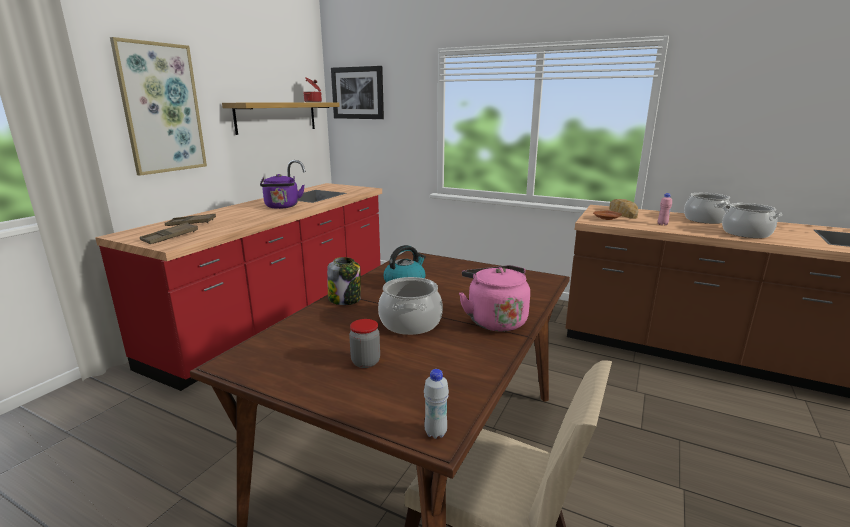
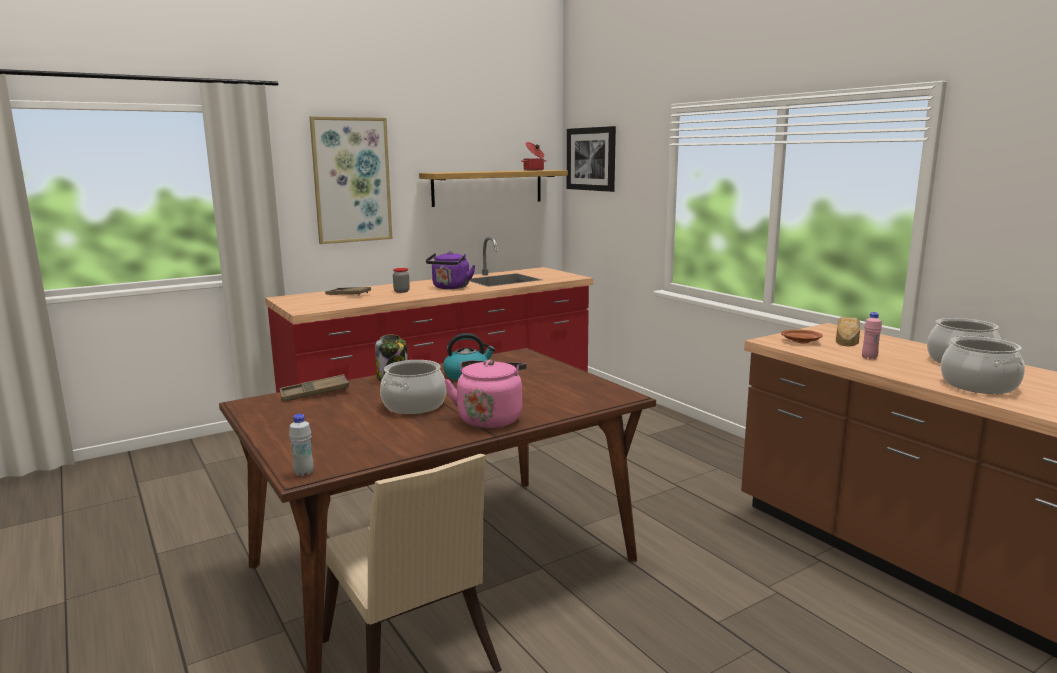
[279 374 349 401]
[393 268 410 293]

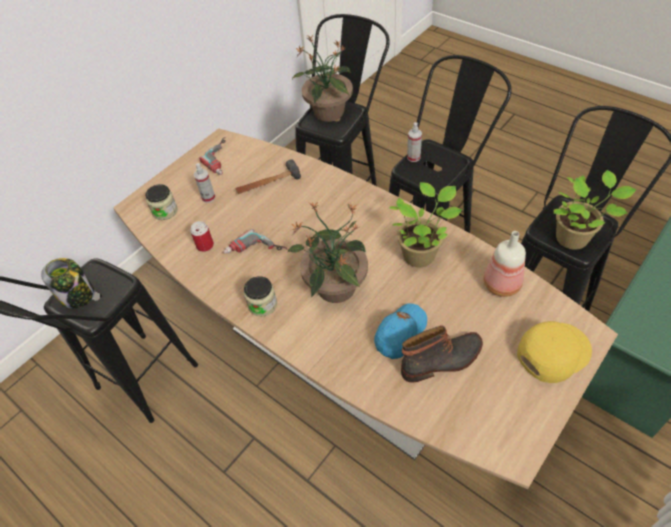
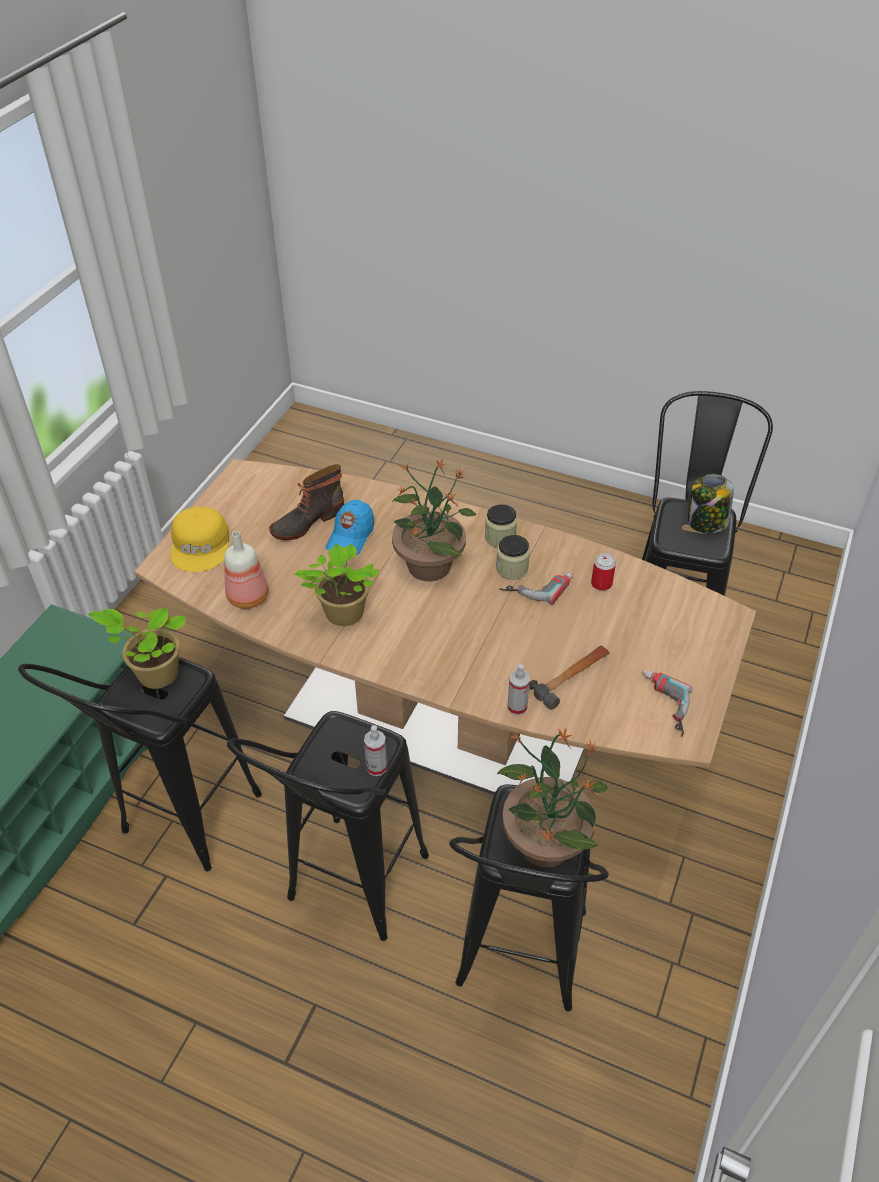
[171 507 229 572]
[496 535 530 580]
[508 664 530 716]

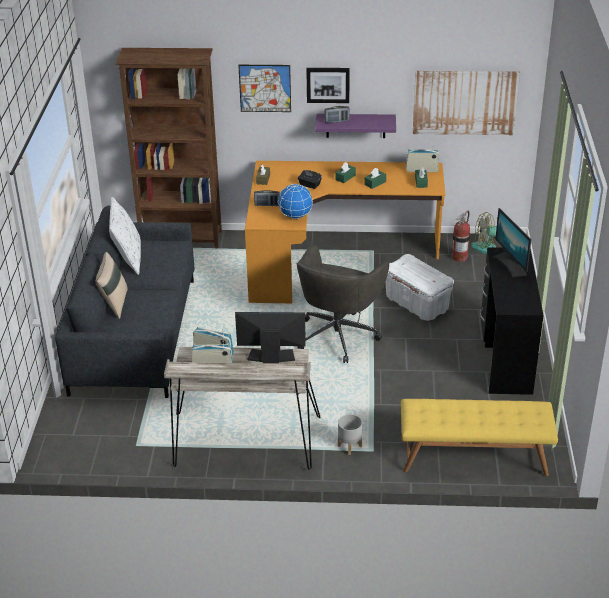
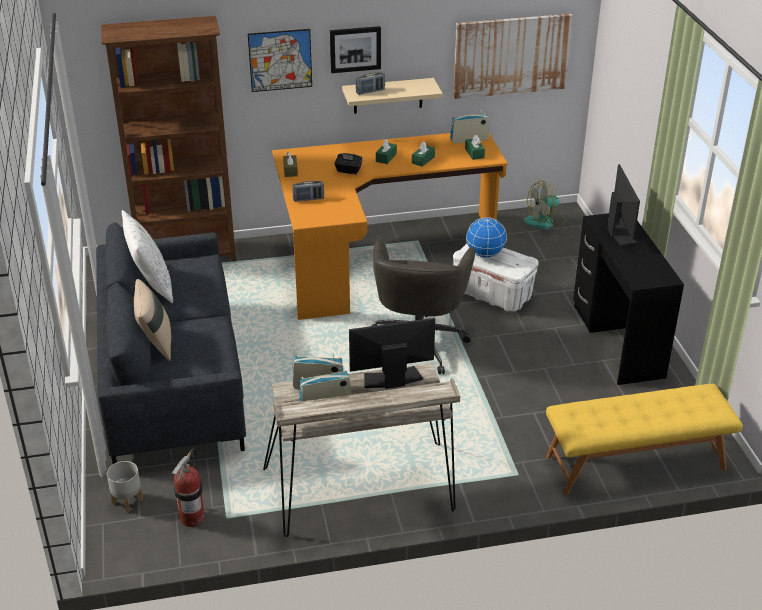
[107 461 143 512]
[172 448 205 527]
[342 78 443 114]
[466 217 507 258]
[608 164 640 247]

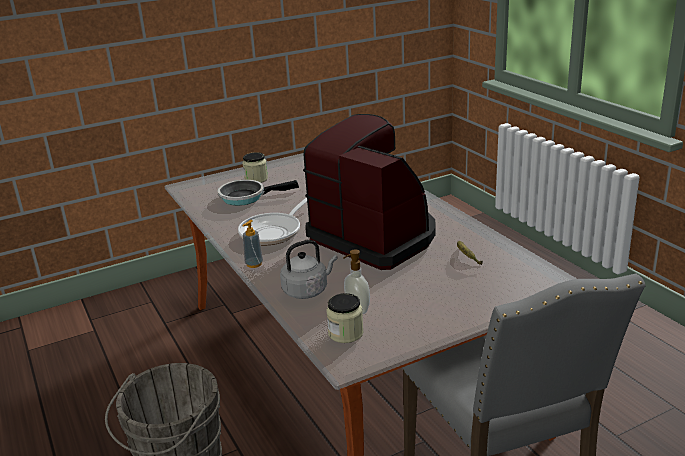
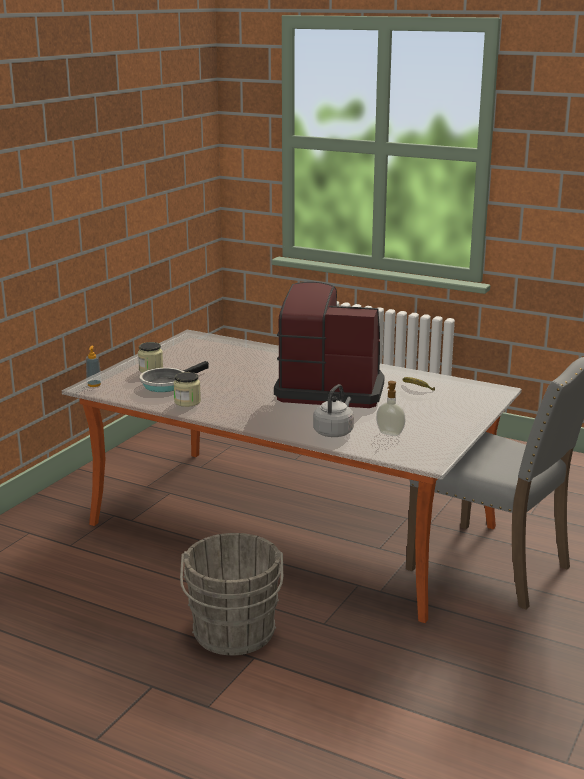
[86 346 102 387]
[173 372 201 407]
[238 198 307 245] (first image)

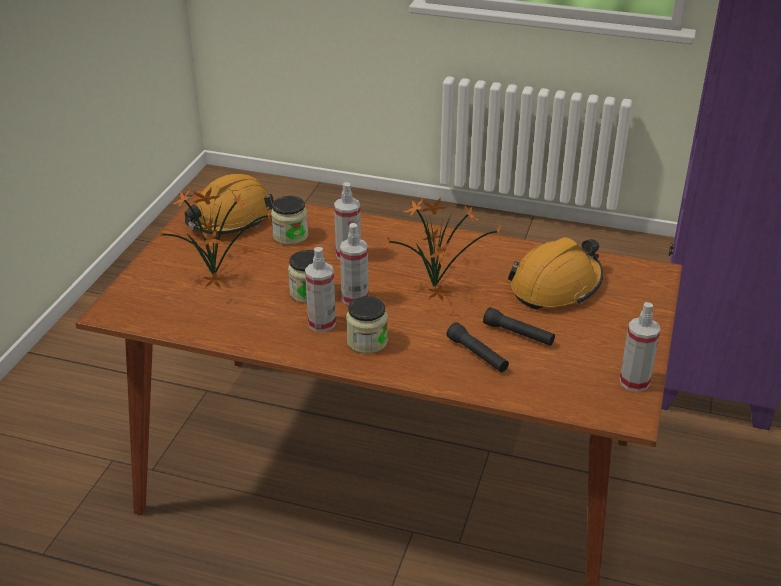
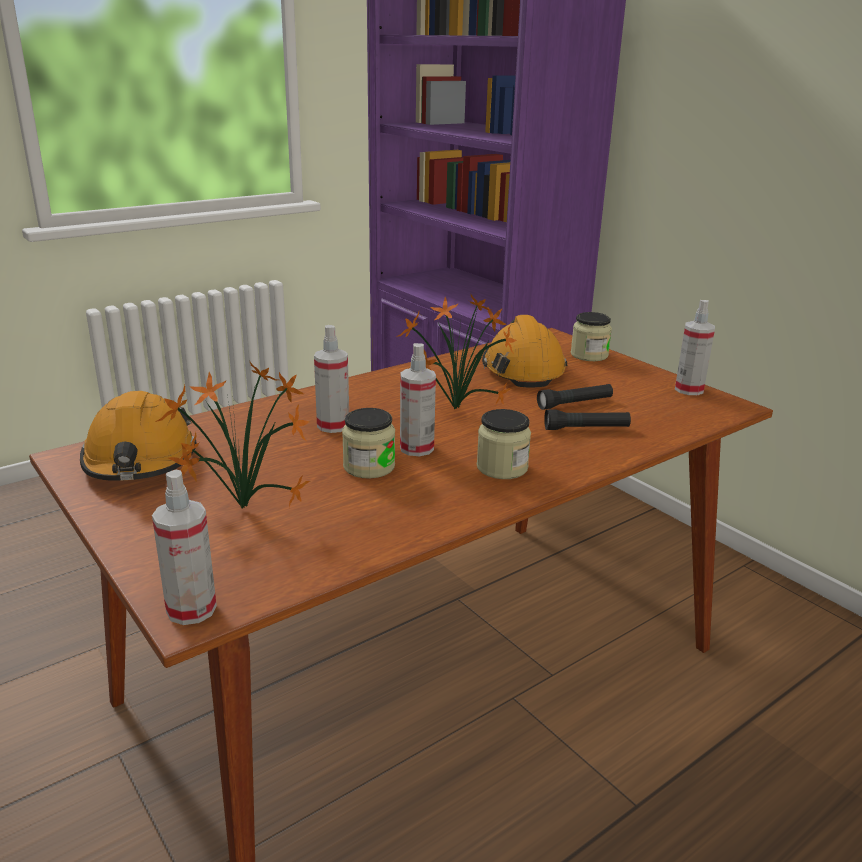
[152 469 217 625]
[571 312 612 361]

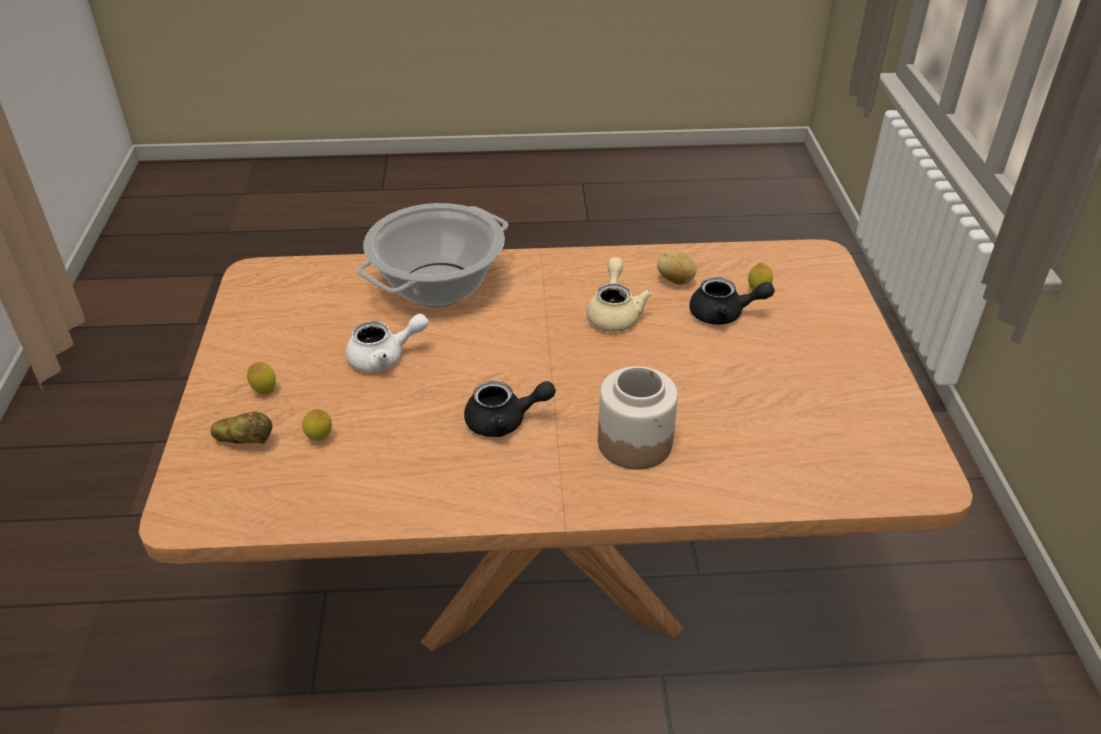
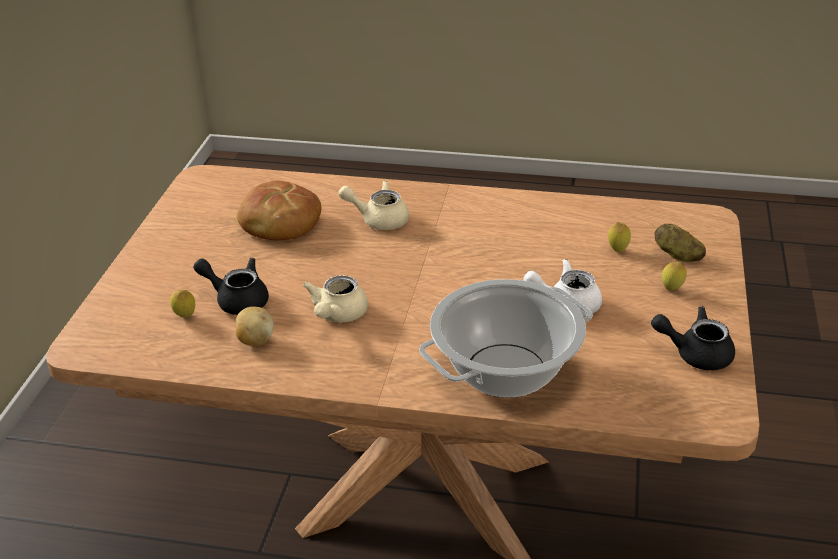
[237 181 322 240]
[338 181 409 230]
[651 306 735 370]

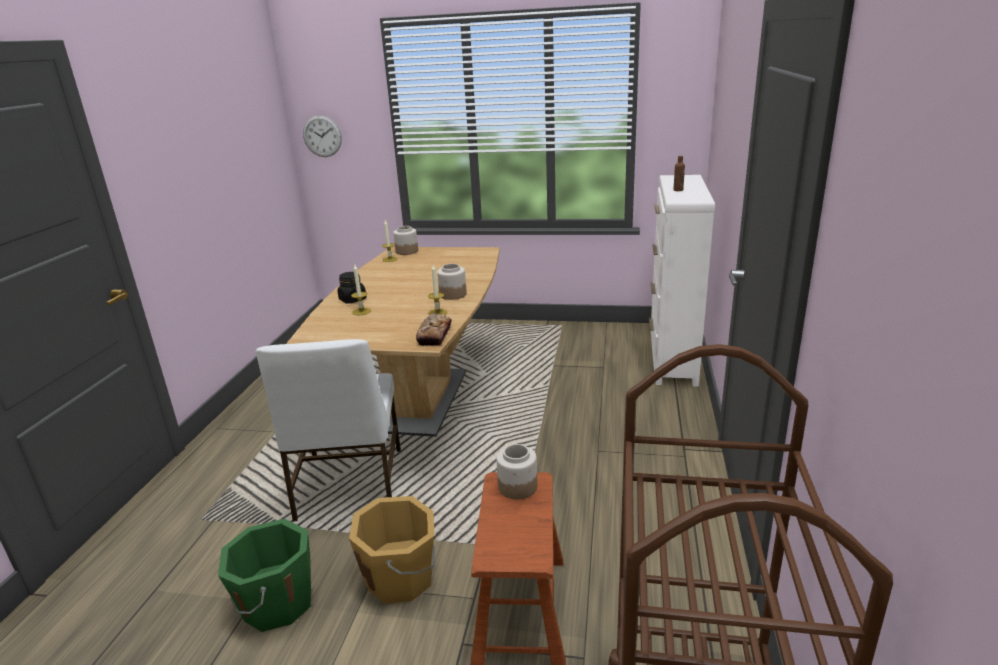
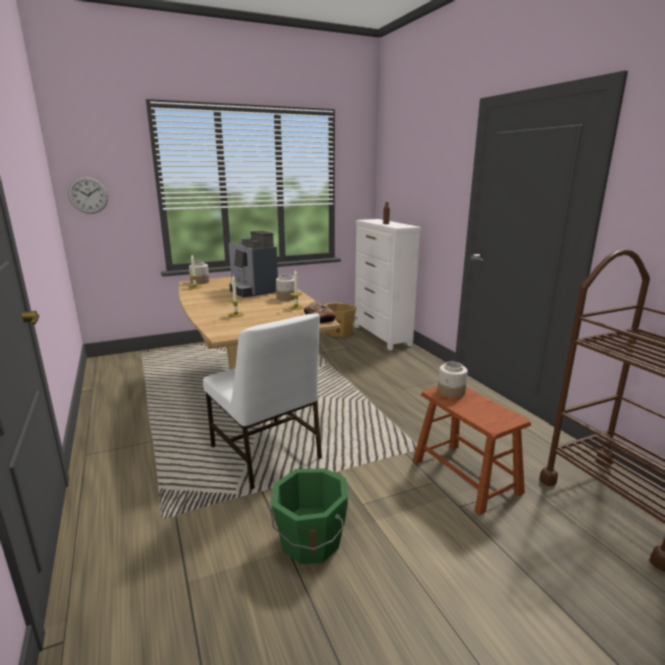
[229 230 278 298]
[326 302 358 337]
[338 272 367 304] (first image)

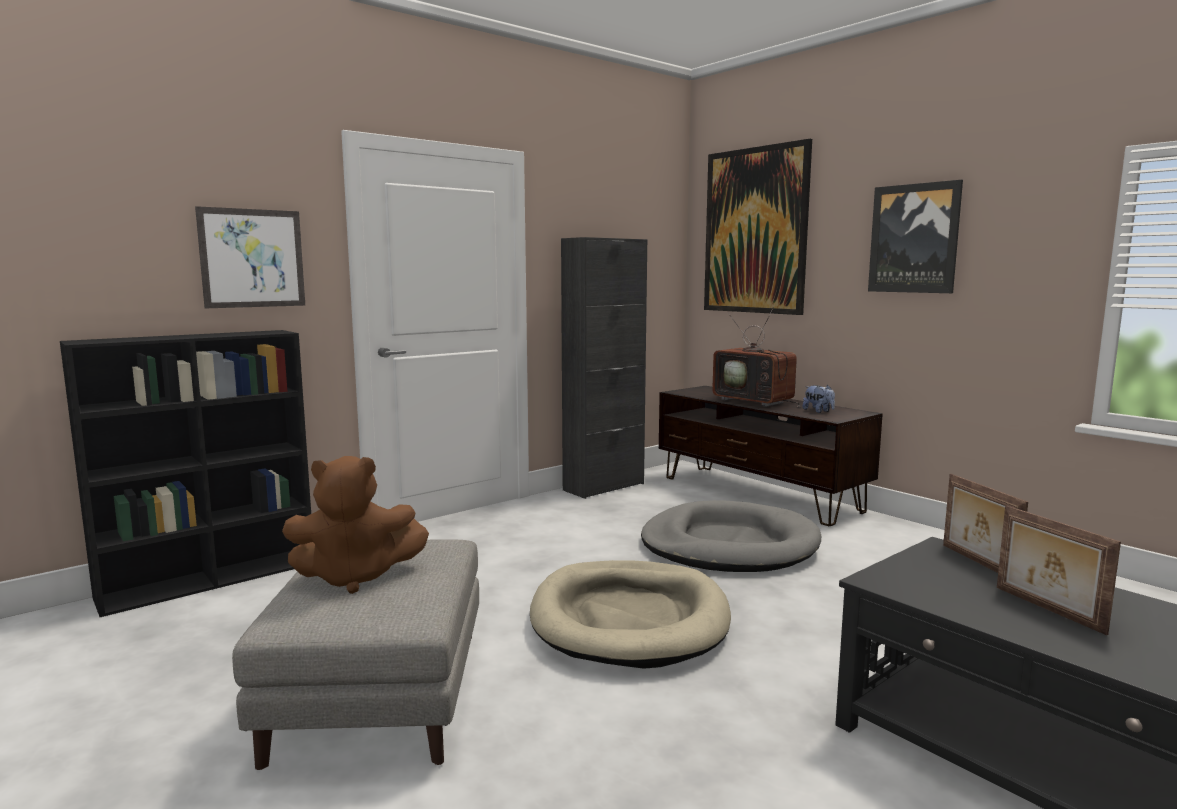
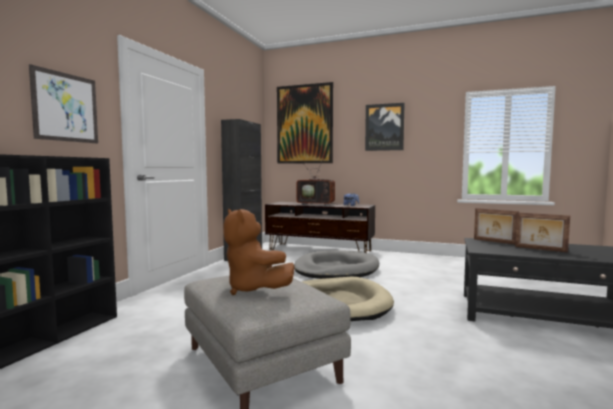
[223 209 295 295]

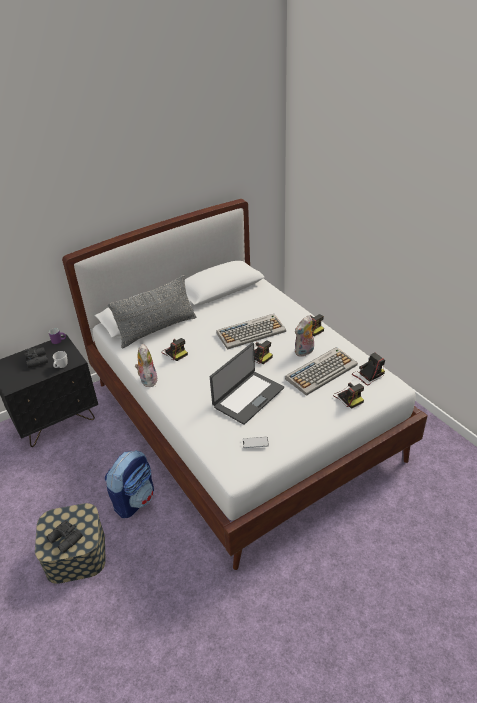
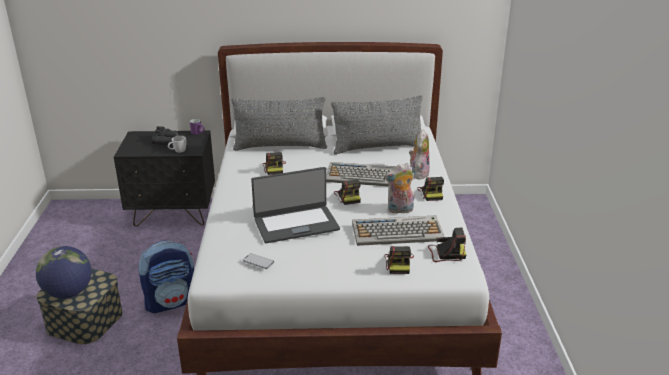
[36 246 92 299]
[331 95 423 154]
[409 130 430 179]

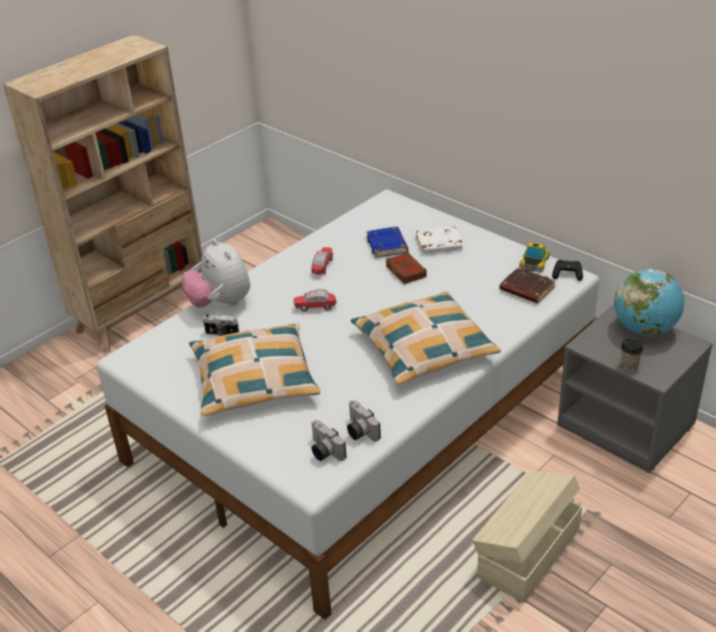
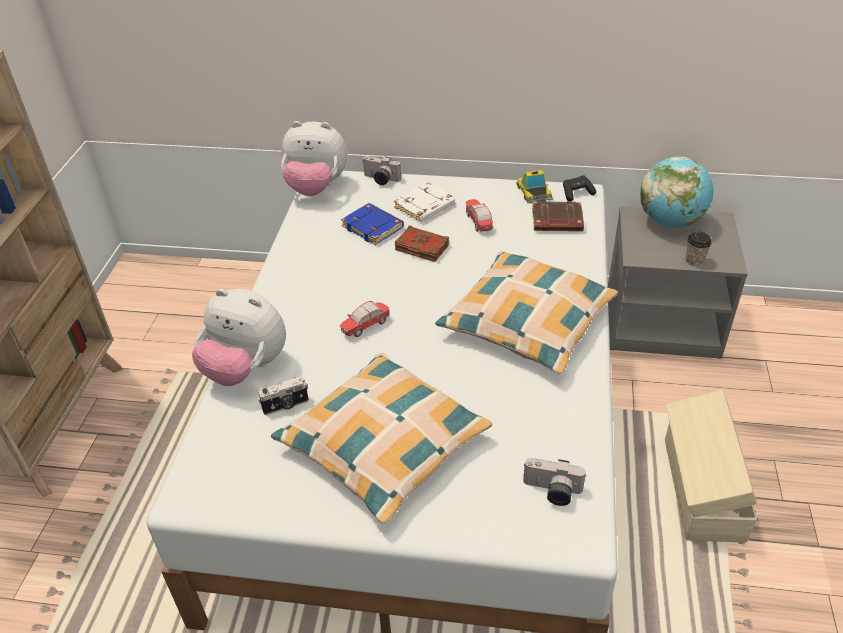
[281 121 347 196]
[362 156 401 185]
[466 199 493 232]

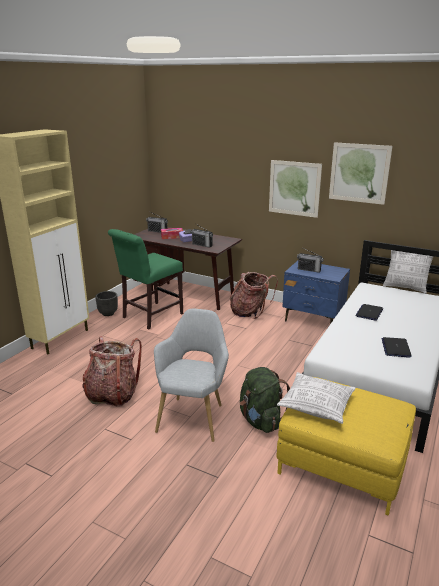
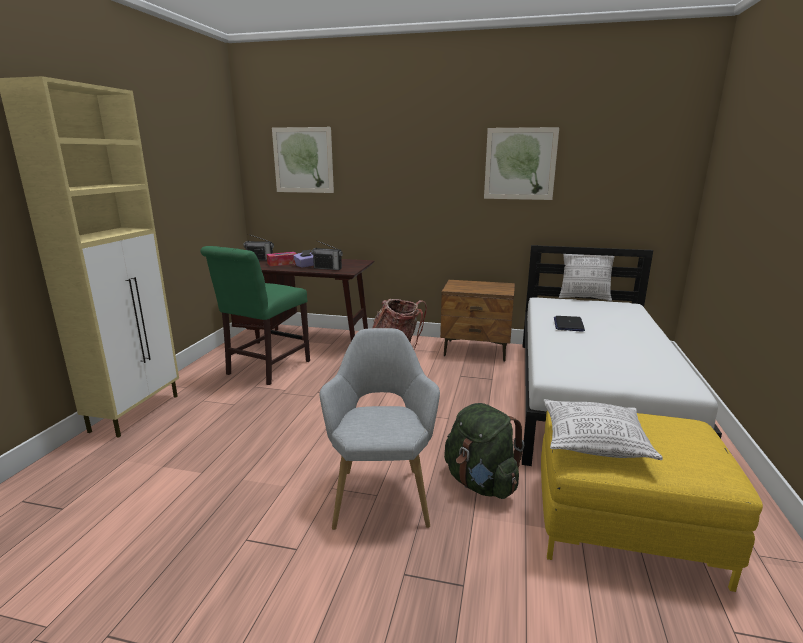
[272 127 334 193]
[440 280 515 362]
[82 336 142 407] (first image)
[95 291 118 316] (first image)
[297 248 324 273] (first image)
[381 337 412 358] (first image)

